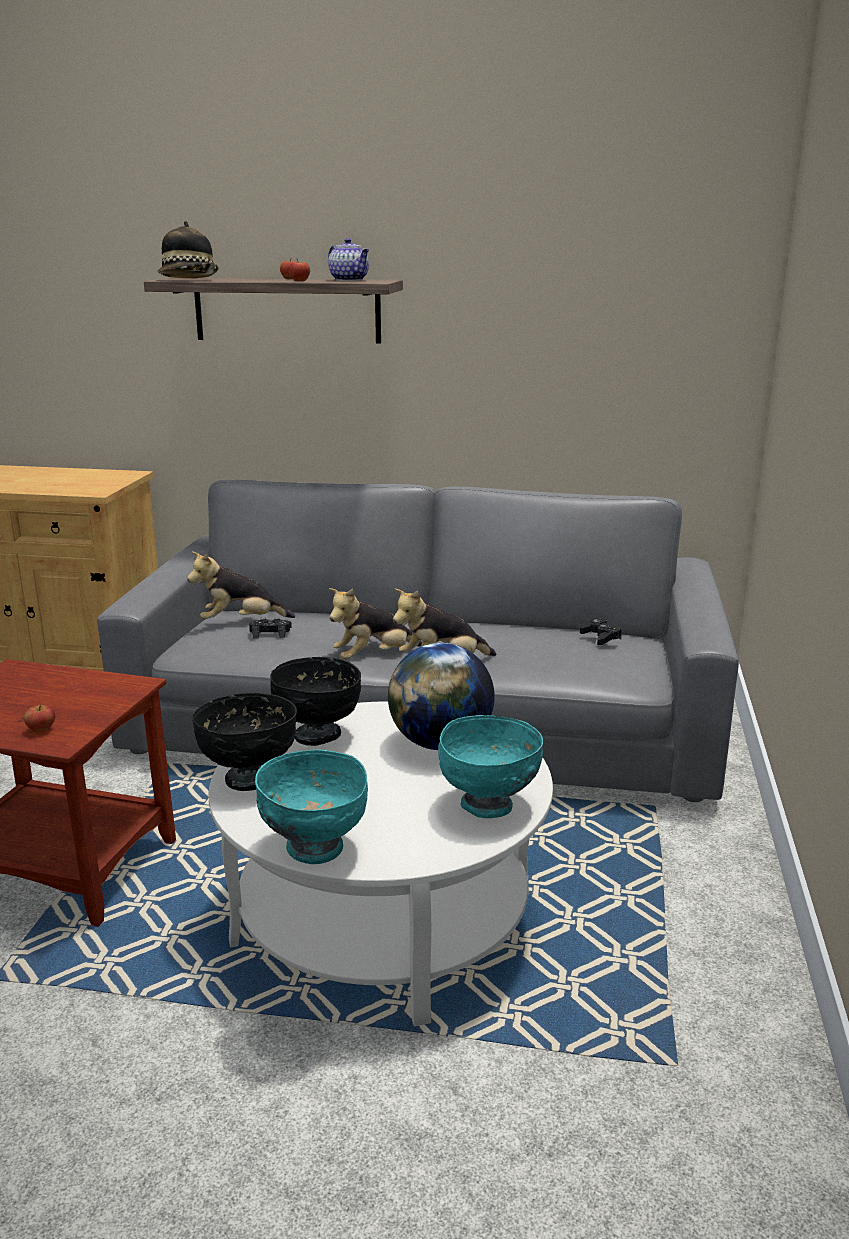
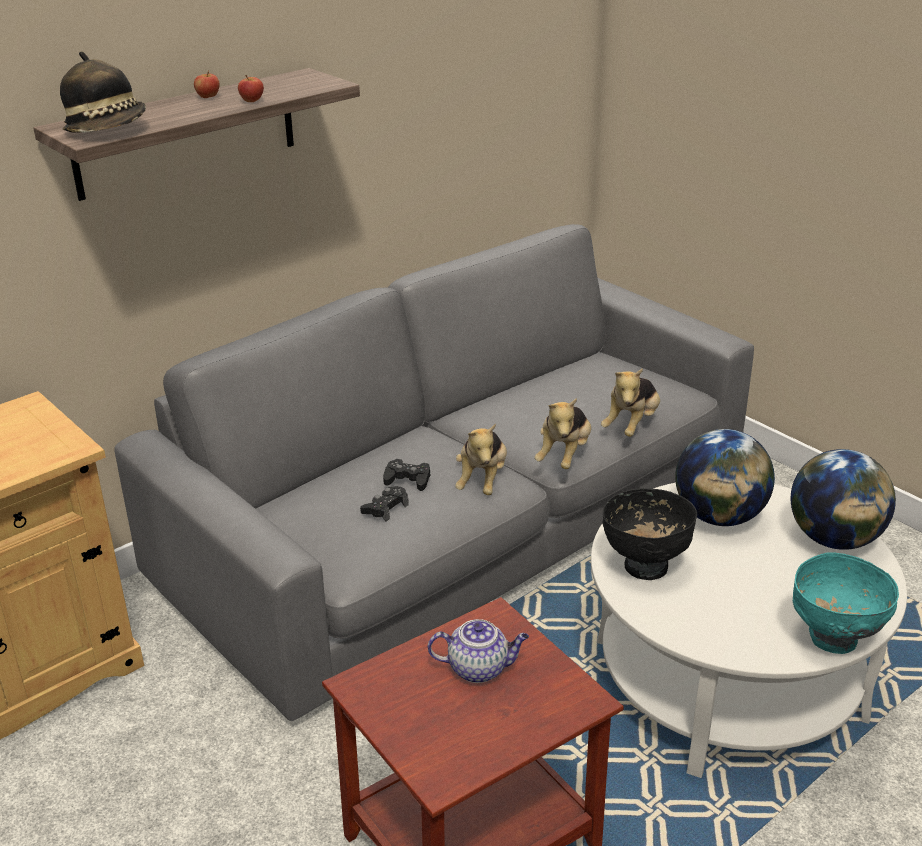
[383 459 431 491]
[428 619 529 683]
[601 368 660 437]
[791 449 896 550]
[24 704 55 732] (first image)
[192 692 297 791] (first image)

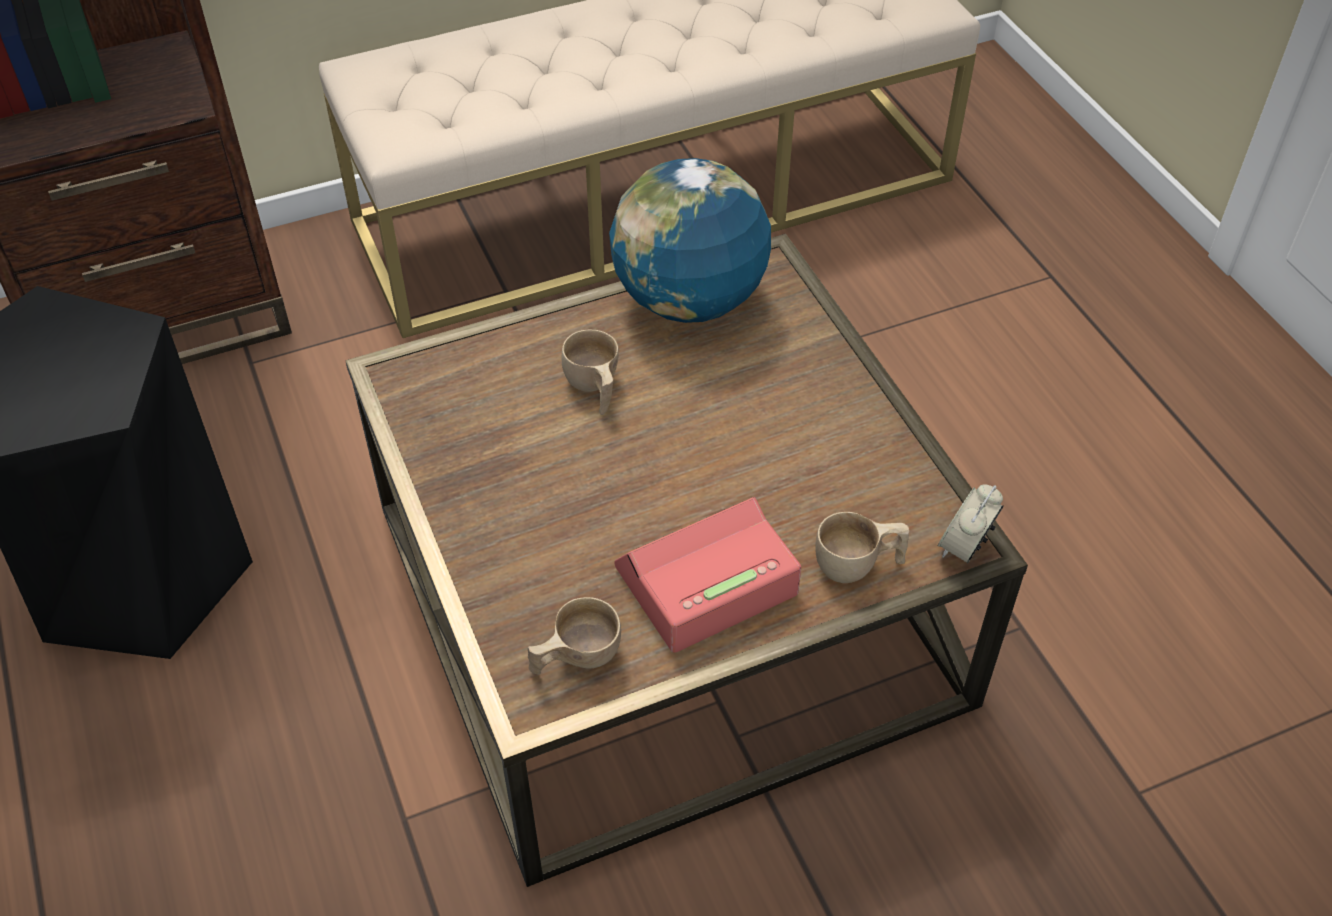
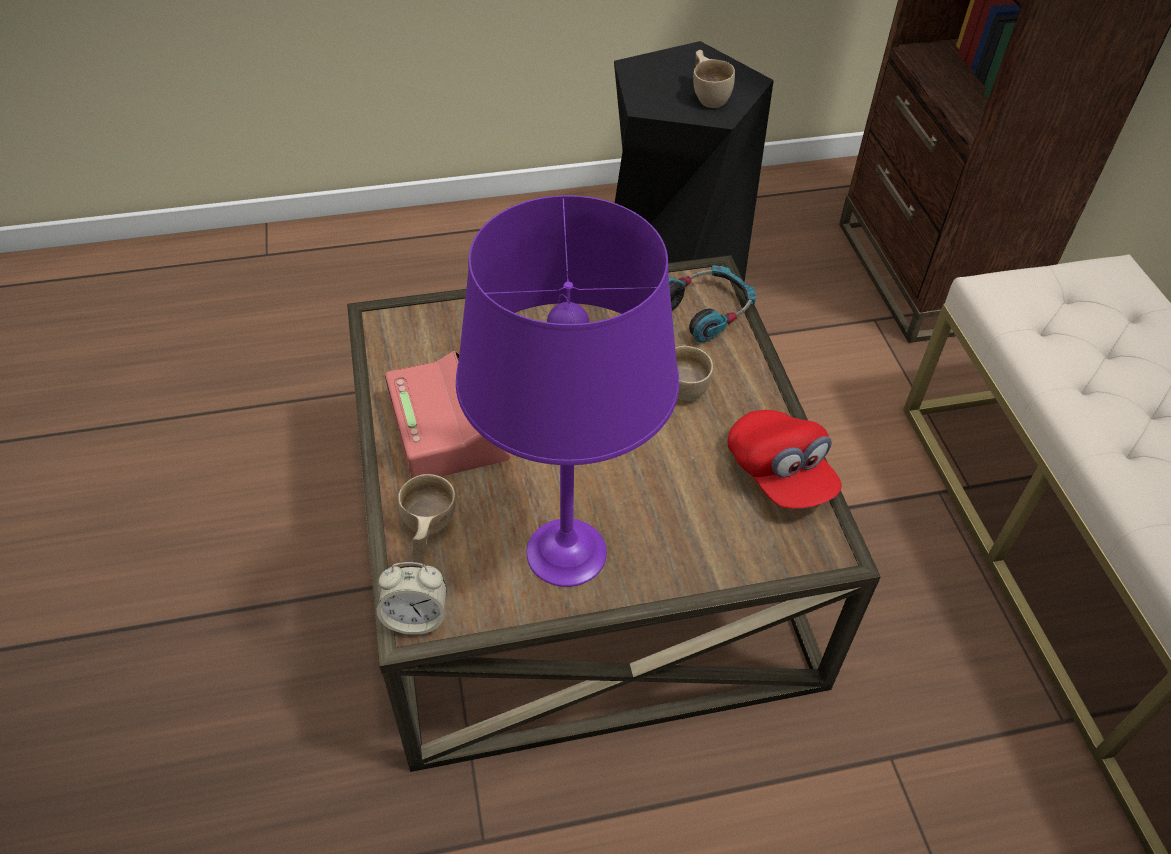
[377 562 447 635]
[456 195 679 587]
[669 265 756 342]
[693 50 735 108]
[728 410 841 509]

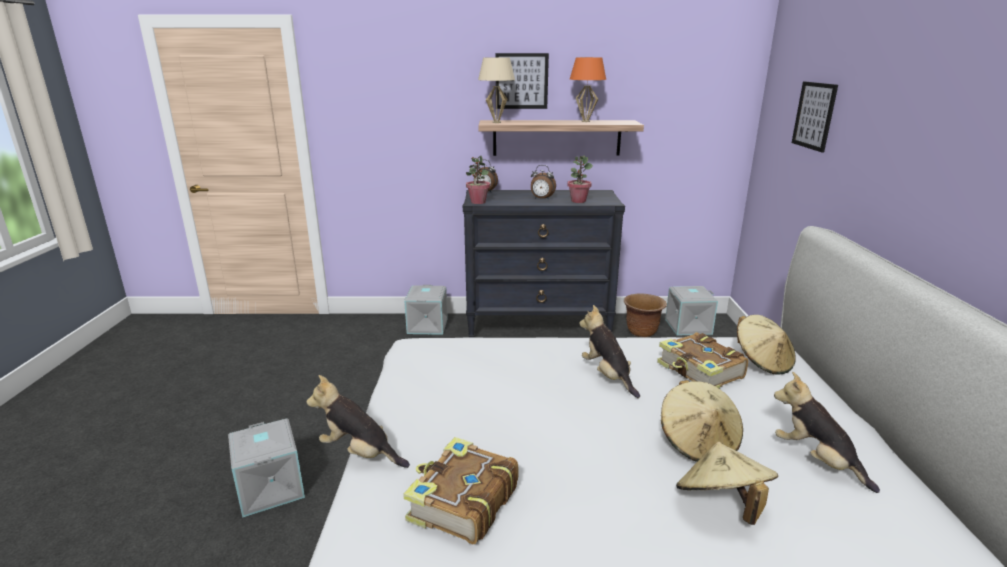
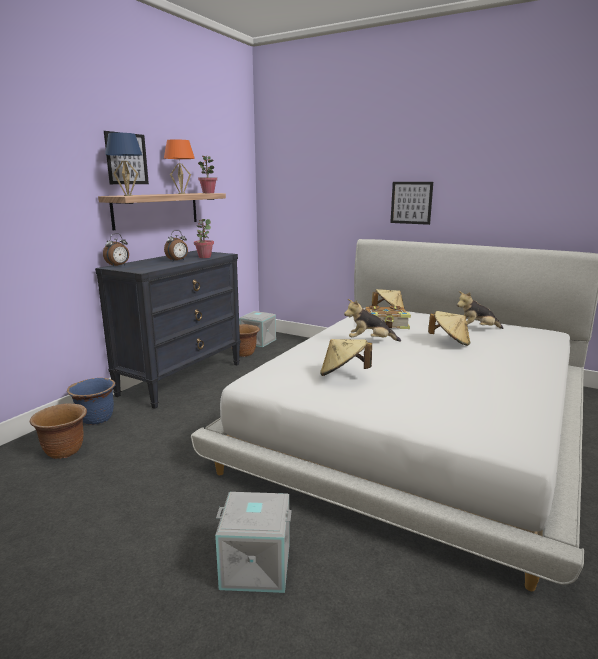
[30 403 87 459]
[67 378 116 425]
[105 133 142 196]
[198 156 217 193]
[320 339 372 376]
[390 182 433 225]
[306 375 410 468] (first image)
[403 437 519 545] (first image)

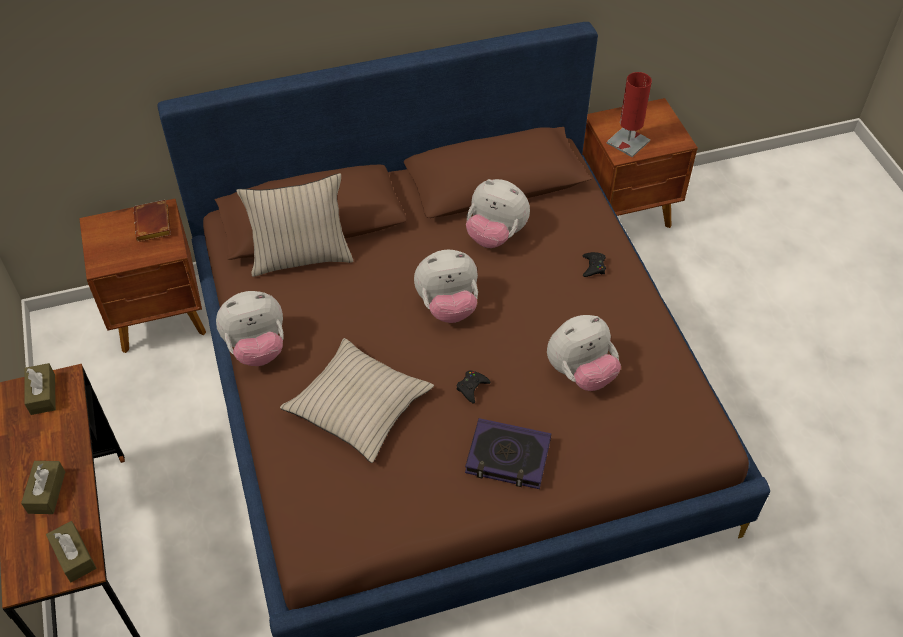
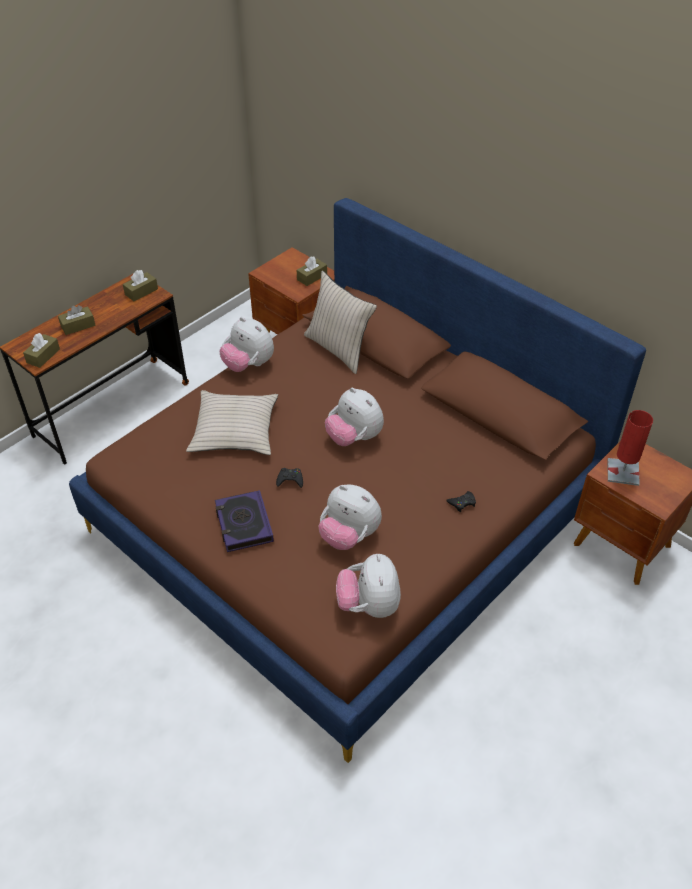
[297 256 327 286]
[336 554 401 618]

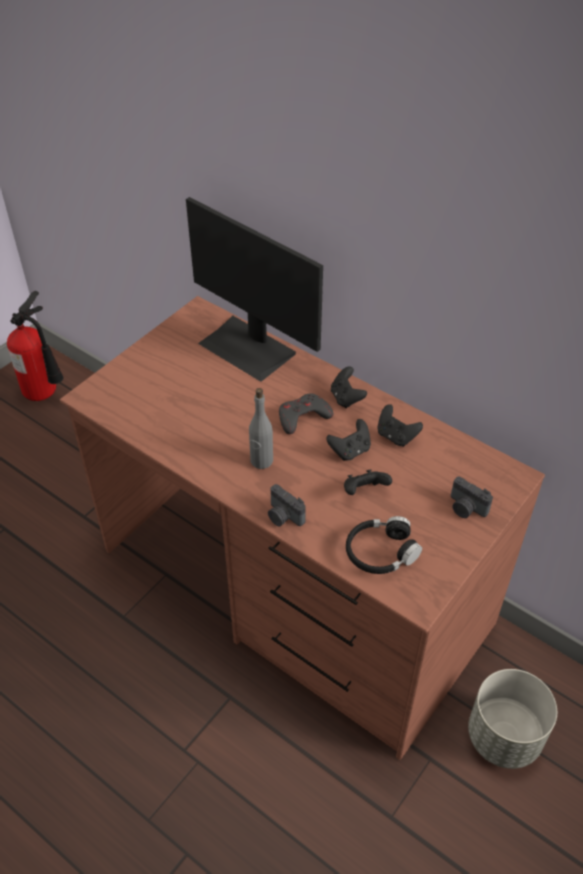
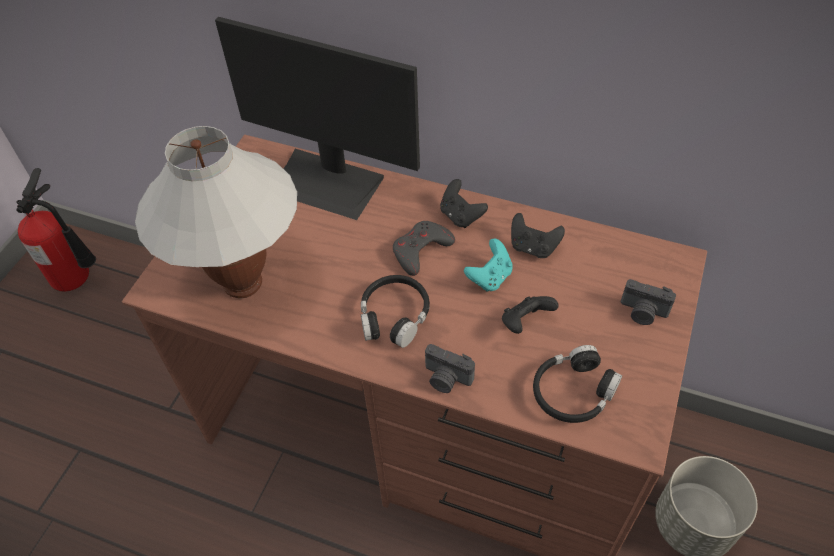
[135 126 297 298]
[361 275 430 348]
[464 239 513 292]

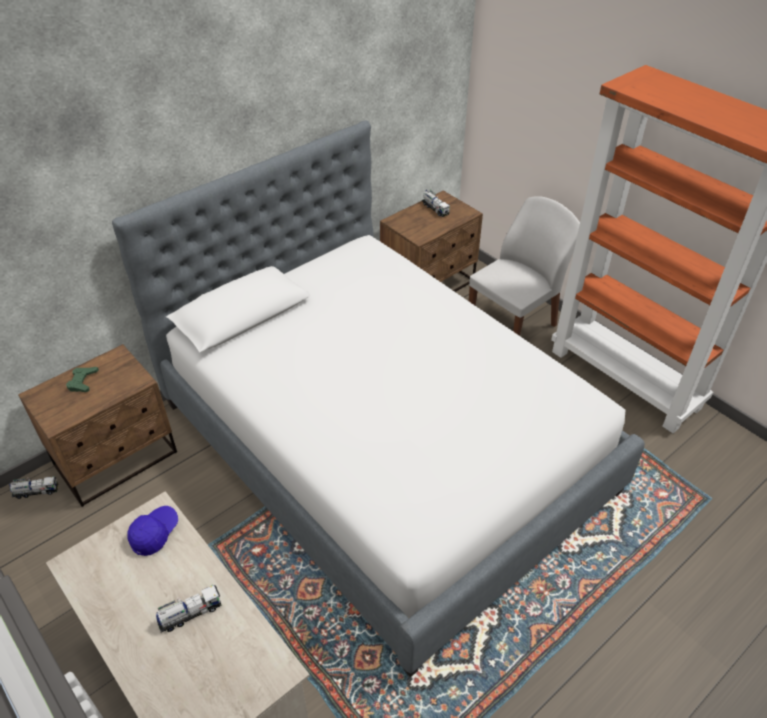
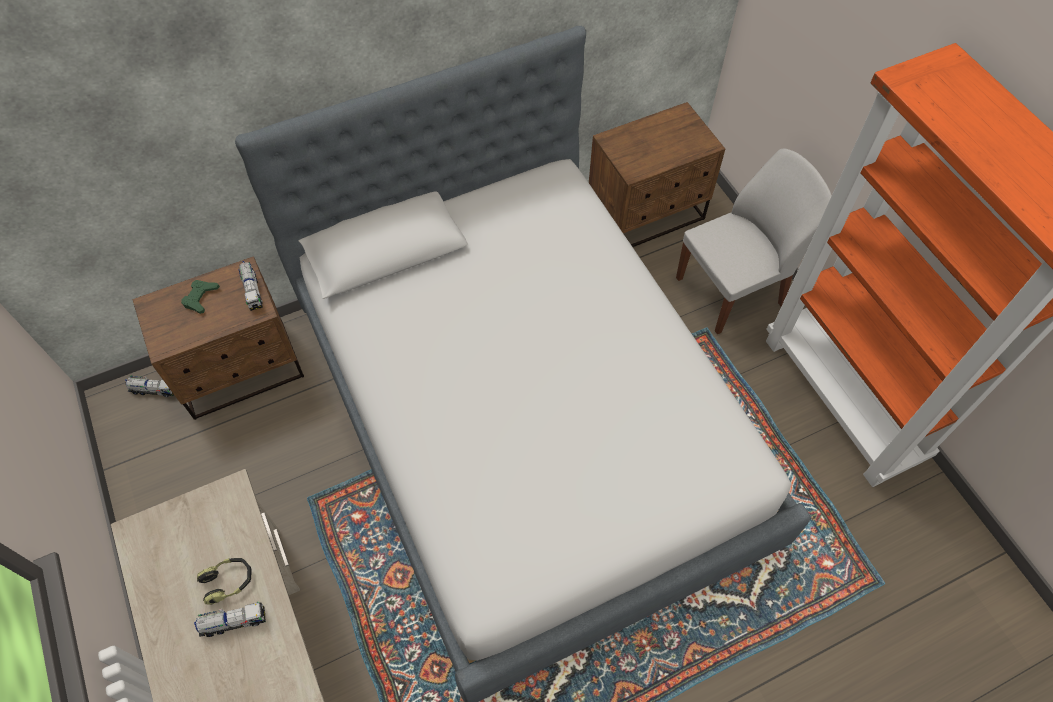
[197 558 251 605]
[239 261 263 311]
[127 506 178 556] (first image)

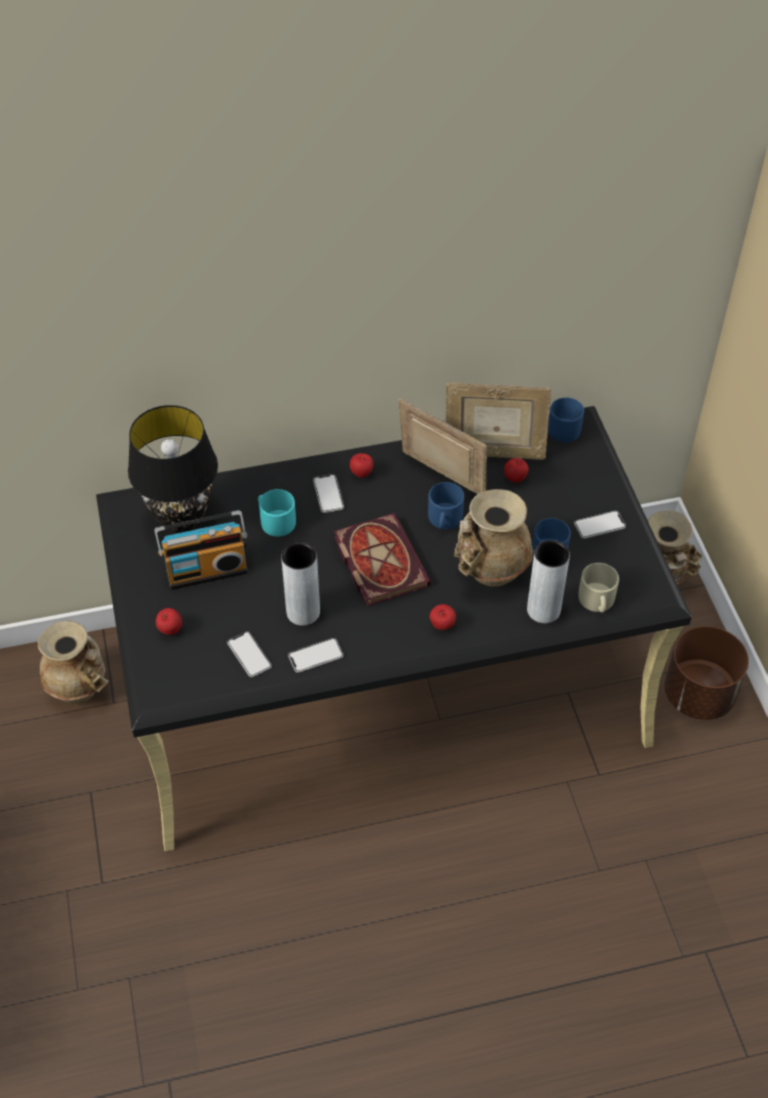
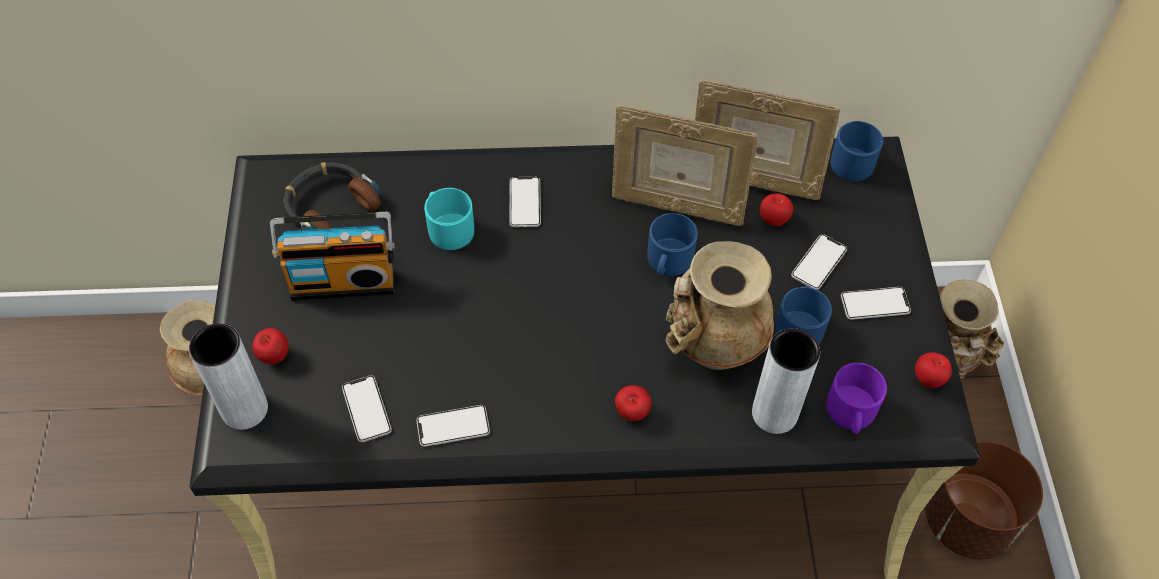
[189 323 268 430]
[283 162 381 230]
[612 105 758 226]
[791 234 847 290]
[826 363 887 434]
[915 352 952 388]
[334 513 431 606] (first image)

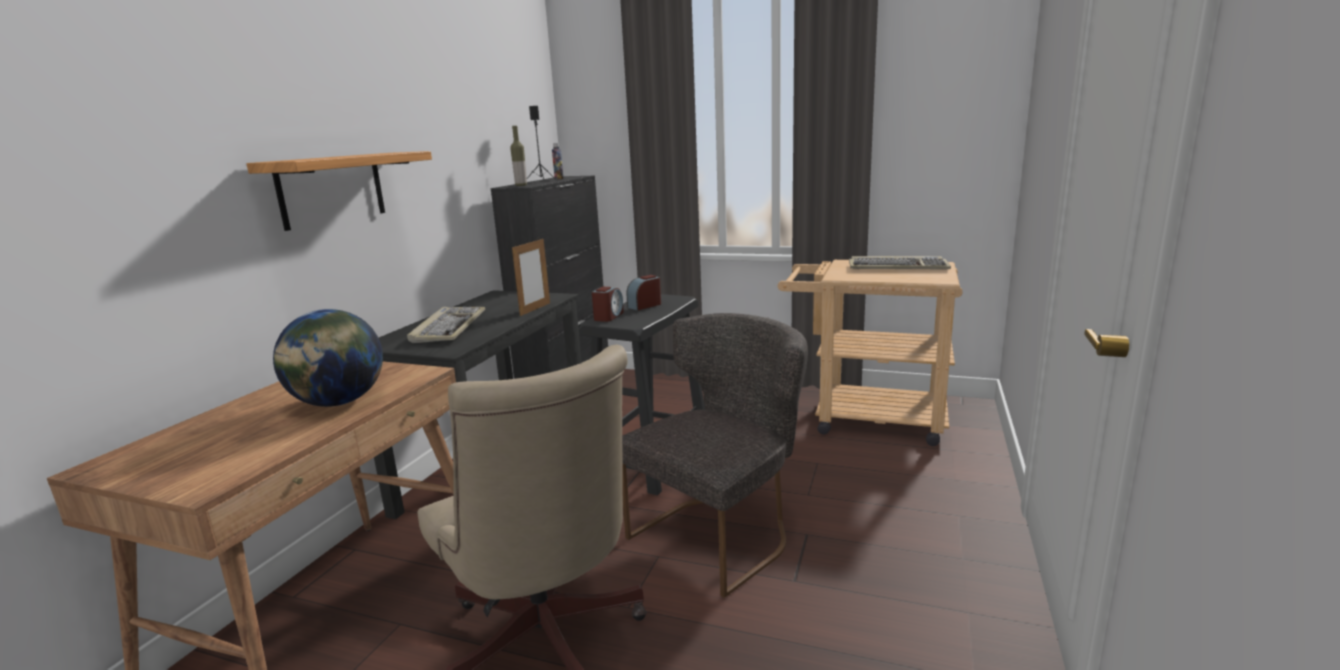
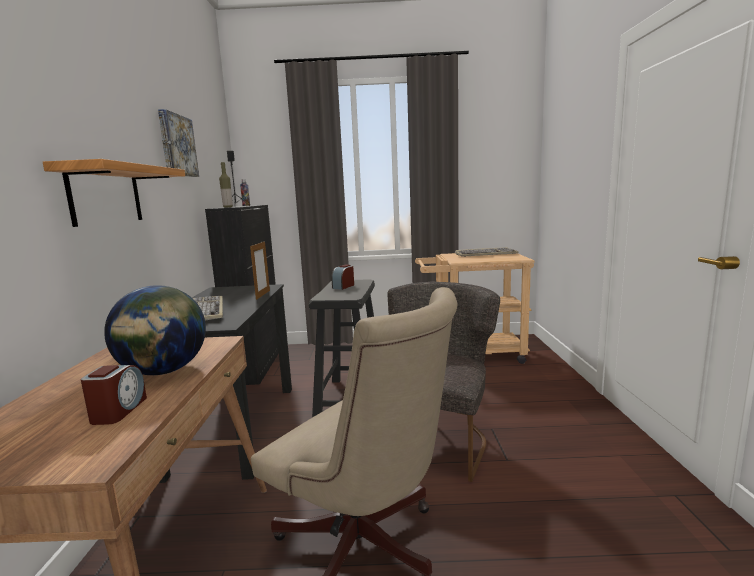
[81 365 147 425]
[158 109 199 177]

